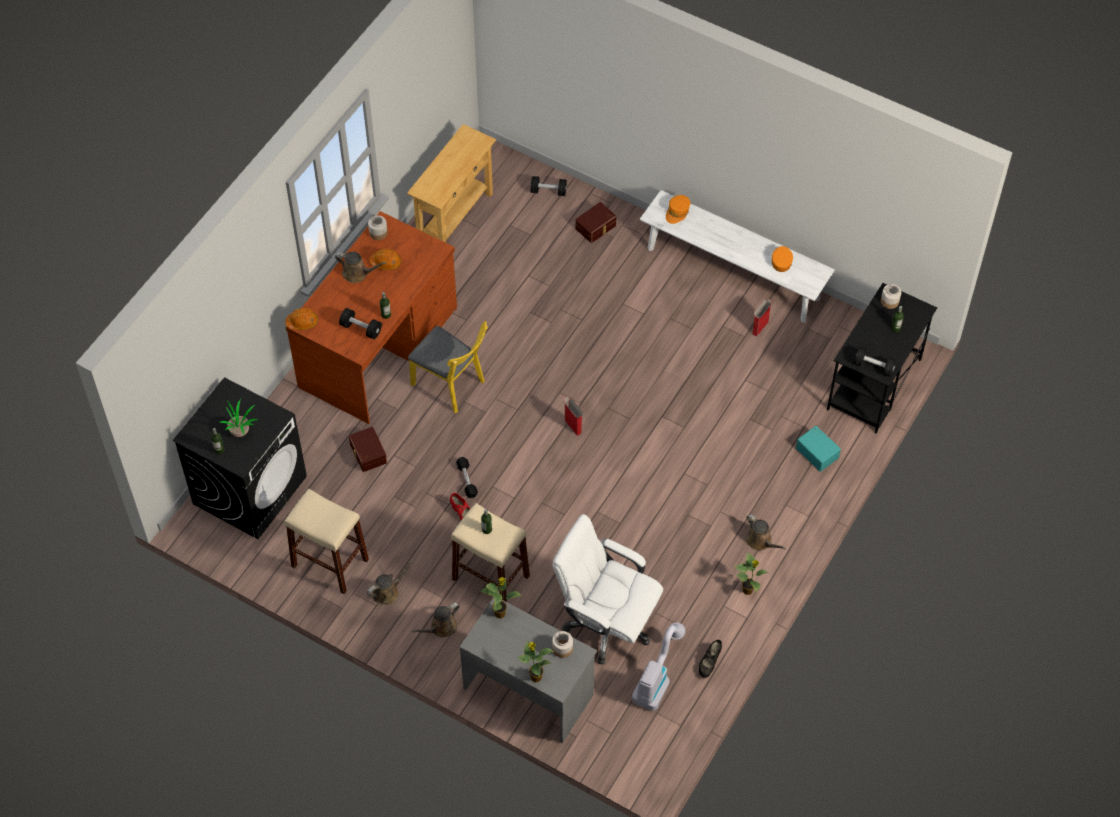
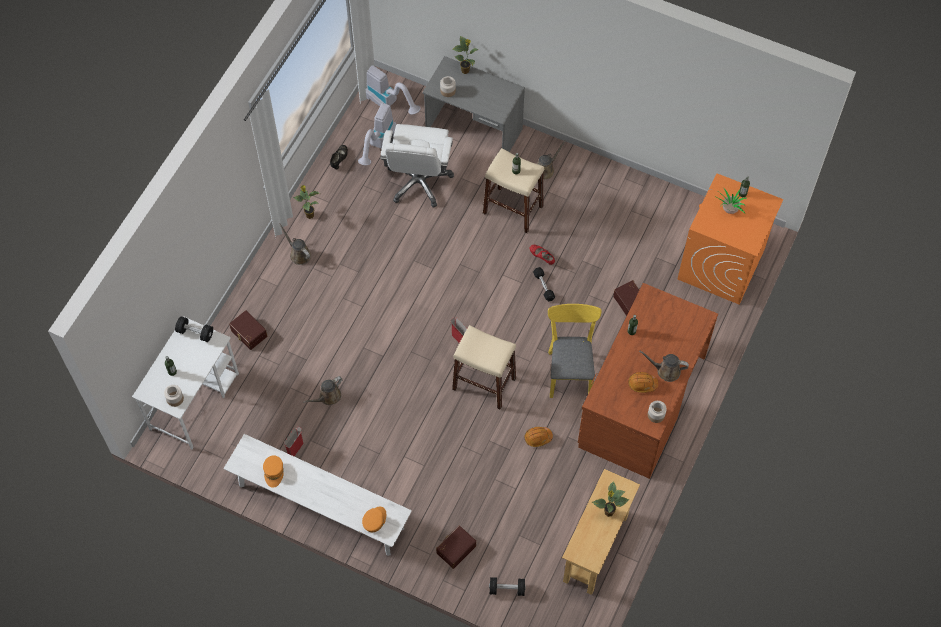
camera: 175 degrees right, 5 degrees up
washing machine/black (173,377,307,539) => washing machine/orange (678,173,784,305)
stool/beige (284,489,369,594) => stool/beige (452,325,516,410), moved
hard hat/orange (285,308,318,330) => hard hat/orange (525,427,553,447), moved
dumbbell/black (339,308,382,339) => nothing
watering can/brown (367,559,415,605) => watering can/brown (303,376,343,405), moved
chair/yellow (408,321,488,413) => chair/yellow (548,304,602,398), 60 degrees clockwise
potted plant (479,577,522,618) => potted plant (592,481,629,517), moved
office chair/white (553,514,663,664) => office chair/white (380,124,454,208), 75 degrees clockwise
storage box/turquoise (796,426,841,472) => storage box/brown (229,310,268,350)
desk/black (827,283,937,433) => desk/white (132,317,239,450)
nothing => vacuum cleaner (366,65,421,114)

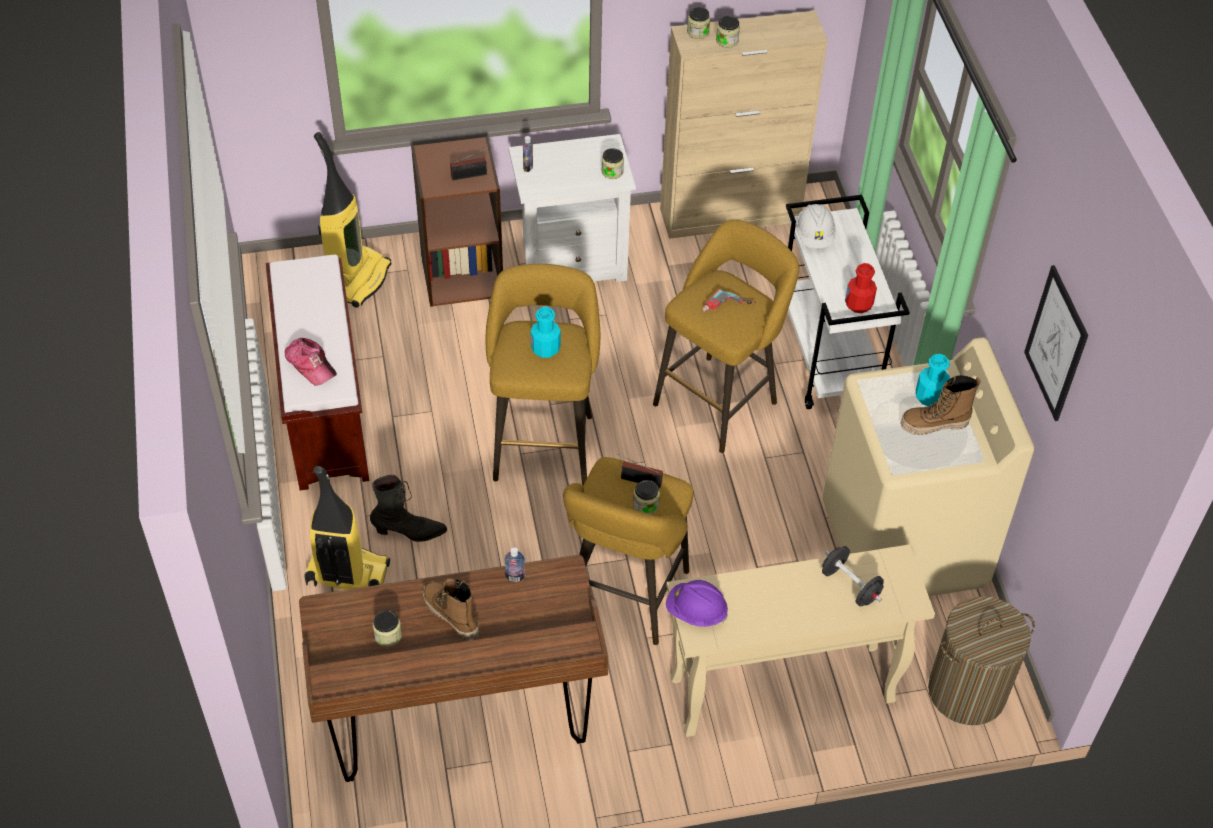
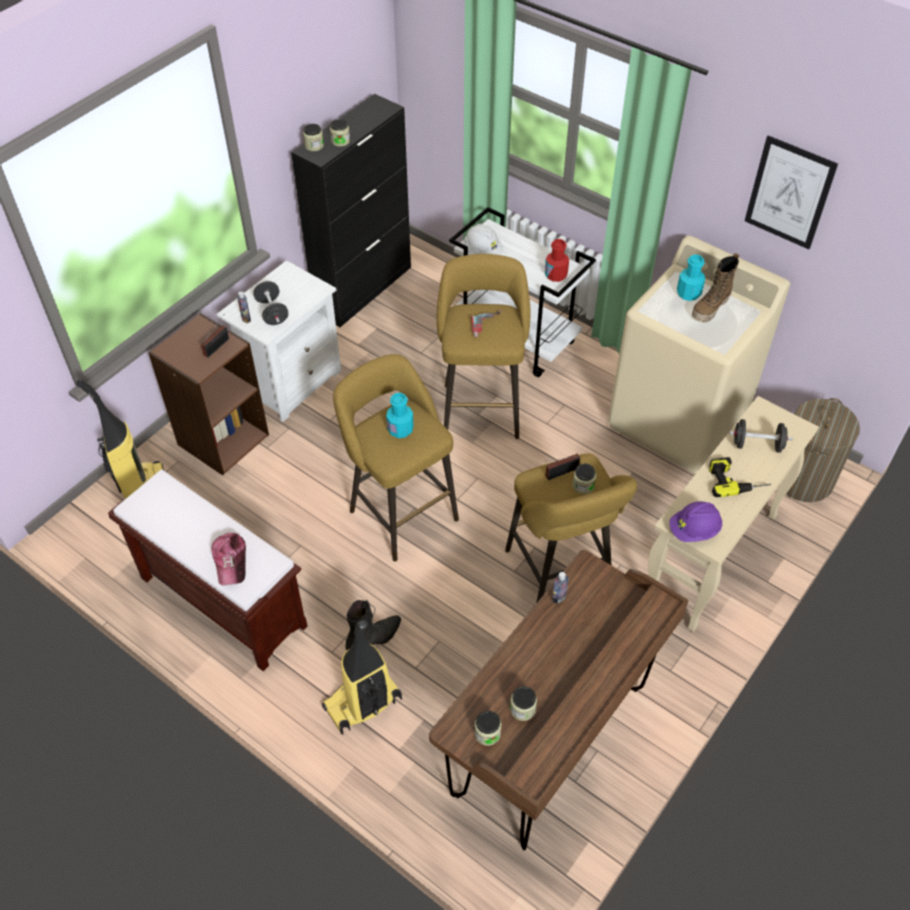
camera: 40 degrees left, 0 degrees up
cap (285,338,337,386) => cap (212,533,246,586), 75 degrees clockwise
boot (423,578,480,641) => nothing
jar (601,148,624,179) => jar (474,711,501,746), moved
cabinet/beige (660,11,828,239) => cabinet/black (291,94,411,327)
nothing => dumbbell/black (253,281,289,325)
nothing => power drill (709,457,771,497)

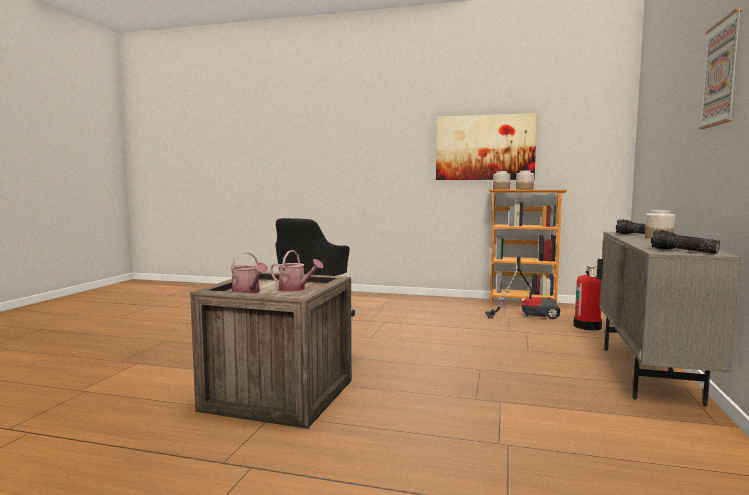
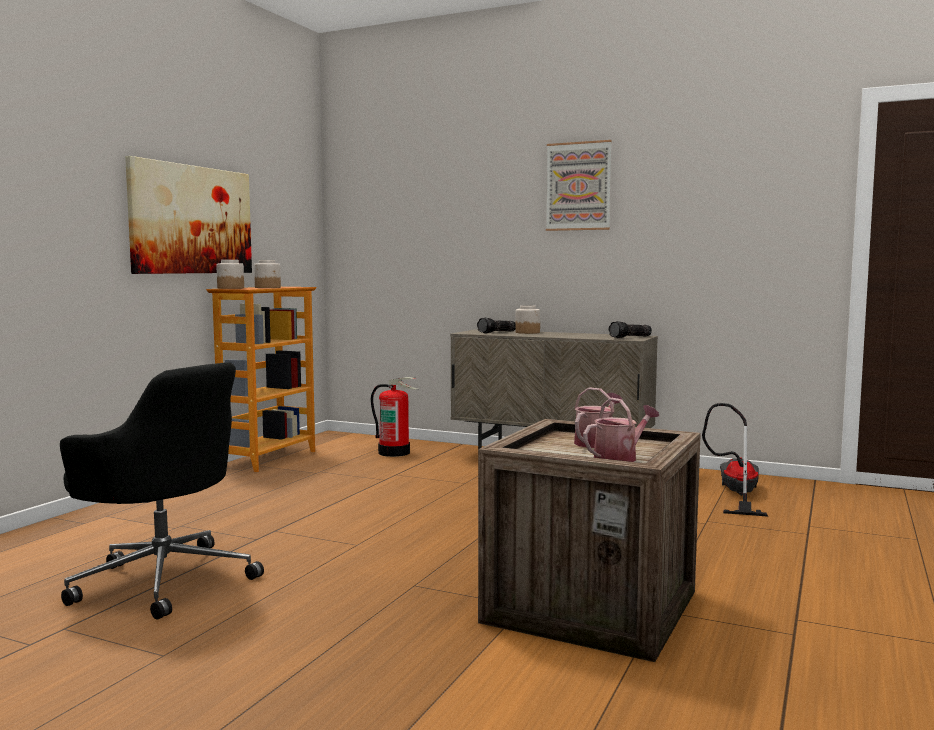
camera: 80 degrees left, 0 degrees up
vacuum cleaner (485,256,560,319) => vacuum cleaner (702,403,768,517), moved

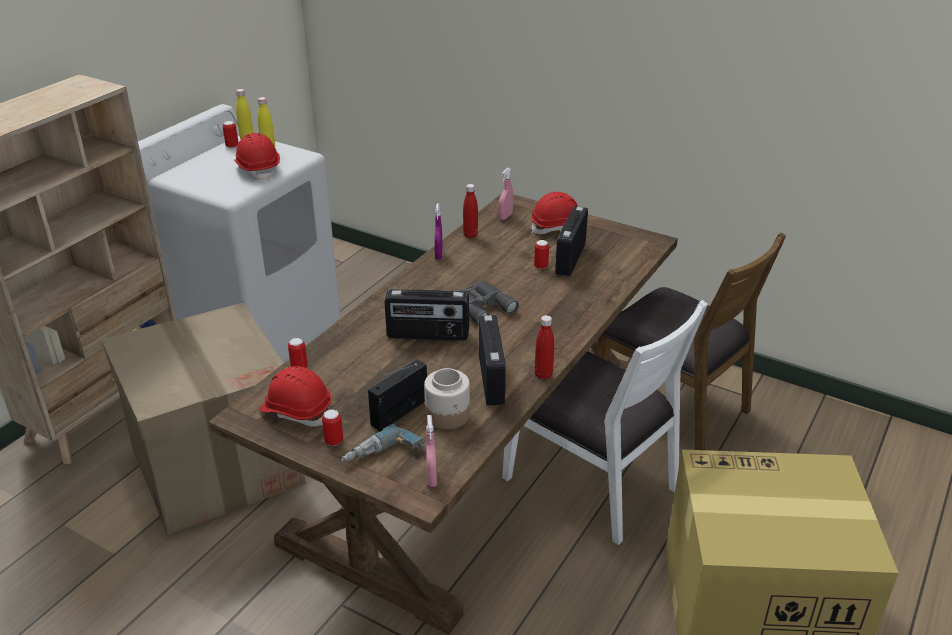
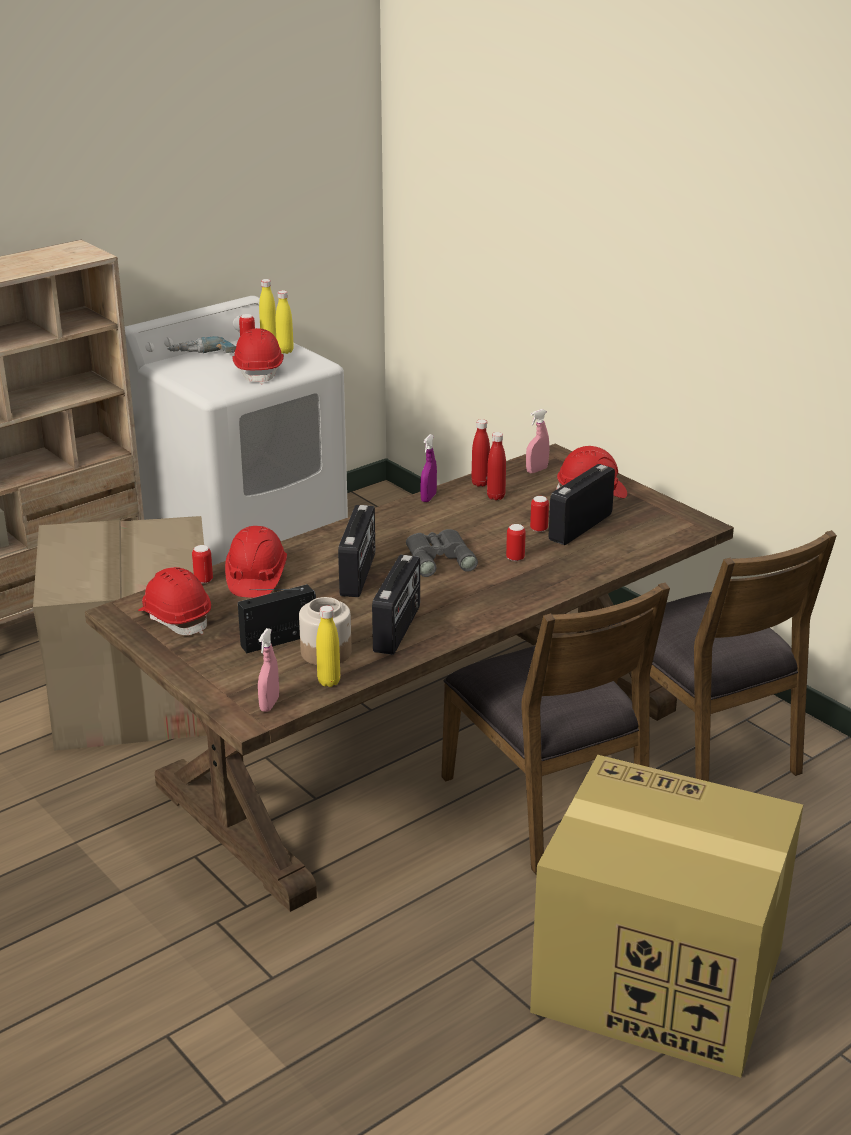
camera: 20 degrees right, 5 degrees down
can (322,410,343,446) => can (506,524,526,561), moved
power drill (341,424,424,462) => power drill (168,336,236,353), moved
radio (385,289,469,340) => radio (338,505,375,597), 105 degrees counterclockwise
chair/white (502,300,708,545) => chair/brown (441,582,670,875)
bottle/red (535,315,554,379) => bottle/red (487,432,506,500), moved
nothing => hard hat/red (225,526,287,598)
nothing => bottle/yellow (316,606,340,687)

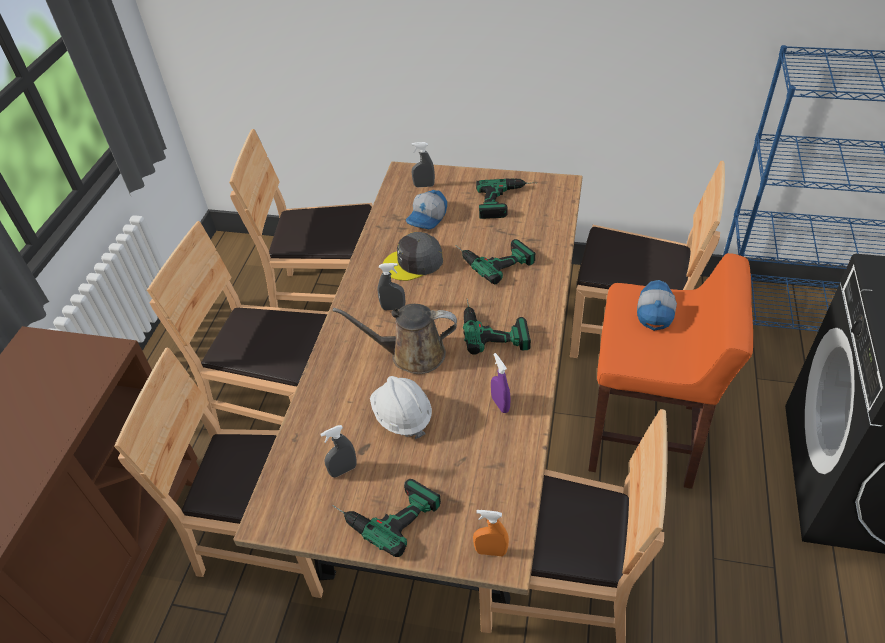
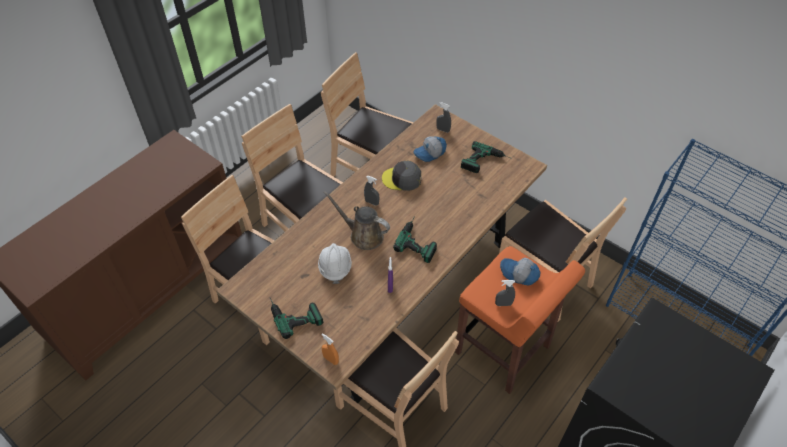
camera: 25 degrees right, 5 degrees up
spray bottle/grey (320,425,357,477) => spray bottle/grey (495,280,515,306), moved
power drill (455,239,535,284) => nothing
cap (637,280,677,331) => cap (500,257,540,285), 105 degrees counterclockwise

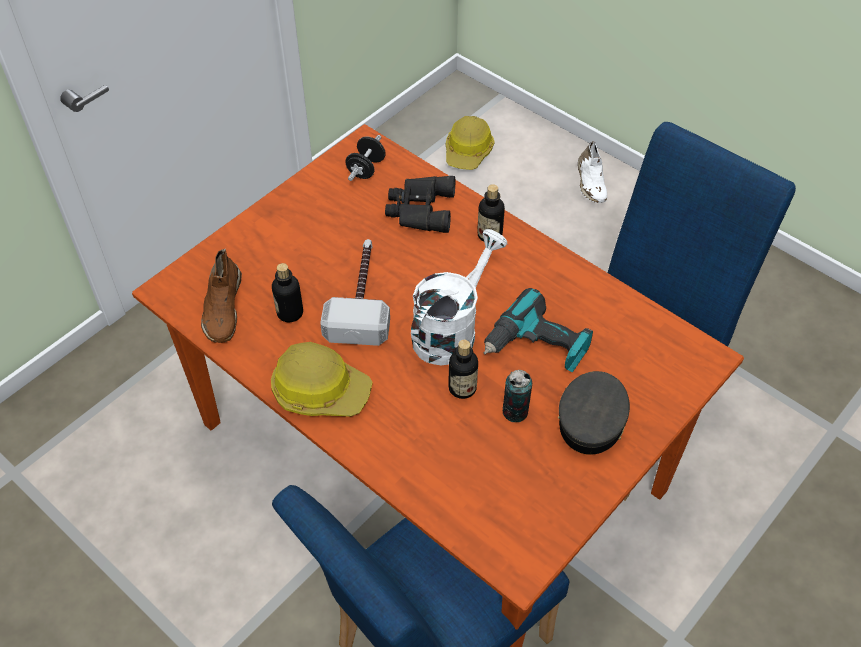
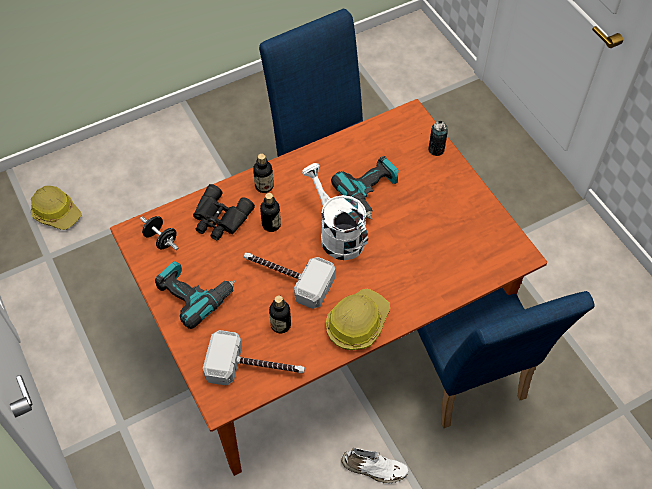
camera: 70 degrees left, 5 degrees up
shoe/brown (201,249,242,343) => hammer (203,330,305,385)
bottle (448,340,478,399) => bottle (260,193,281,232), moved
can (502,370,532,422) => can (428,121,448,156), moved
cap/grey (558,371,630,455) => nothing
shoe/white (578,141,607,203) => shoe/white (341,448,408,484), moved
nothing => power drill (155,261,236,329)

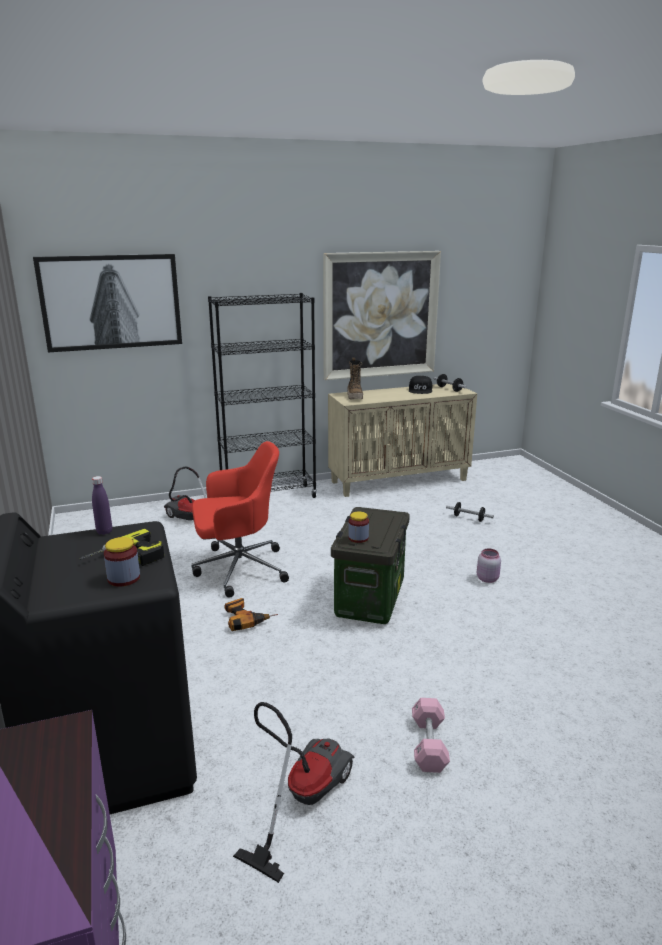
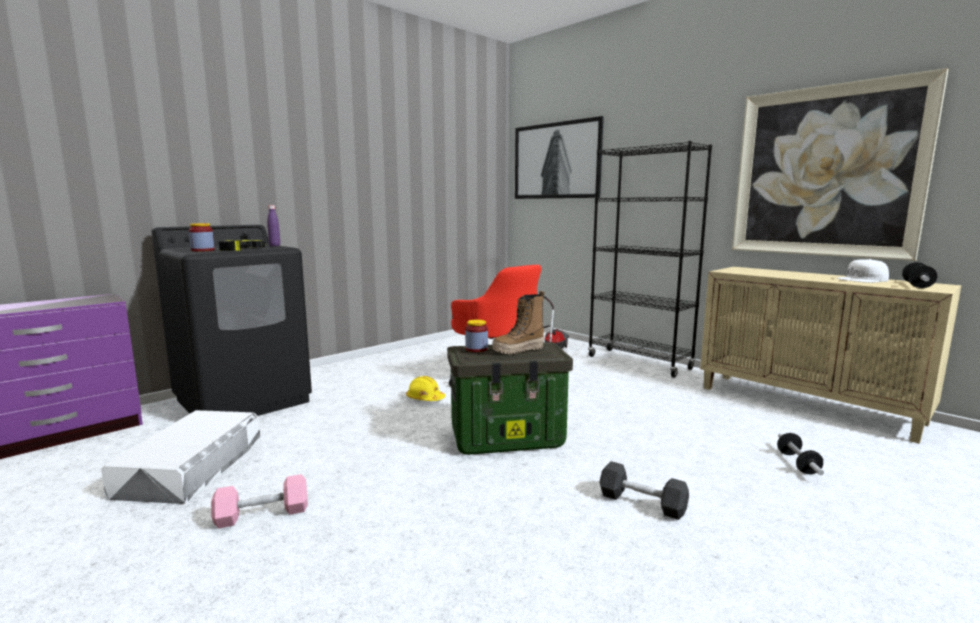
camera: 65 degrees right, 10 degrees down
power drill (225,598,278,631) => hard hat/yellow (406,376,445,401)
vacuum cleaner (233,702,355,883) => storage box/white (101,410,261,504)
boot (347,358,363,399) => boot (493,291,545,354), moved
cap/black (409,376,432,394) => cap/white (837,259,889,283)
jar/pink (477,549,501,583) => dumbbell/black (599,461,689,520)

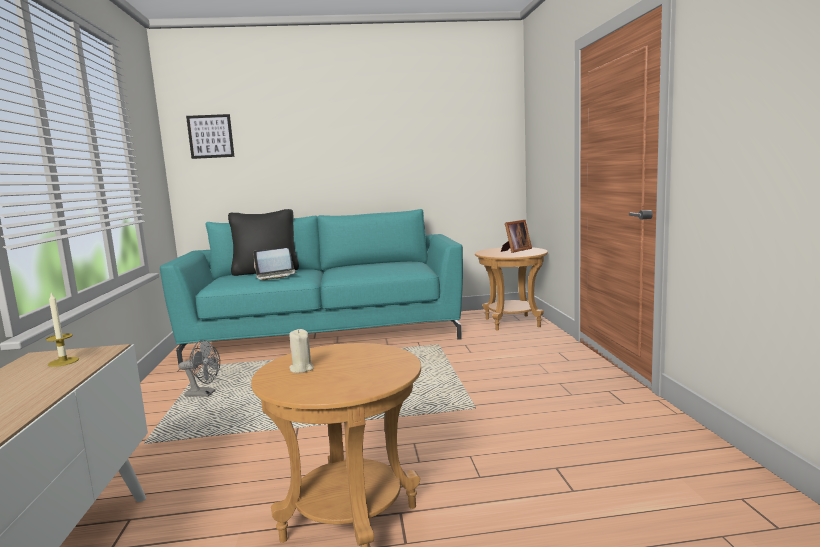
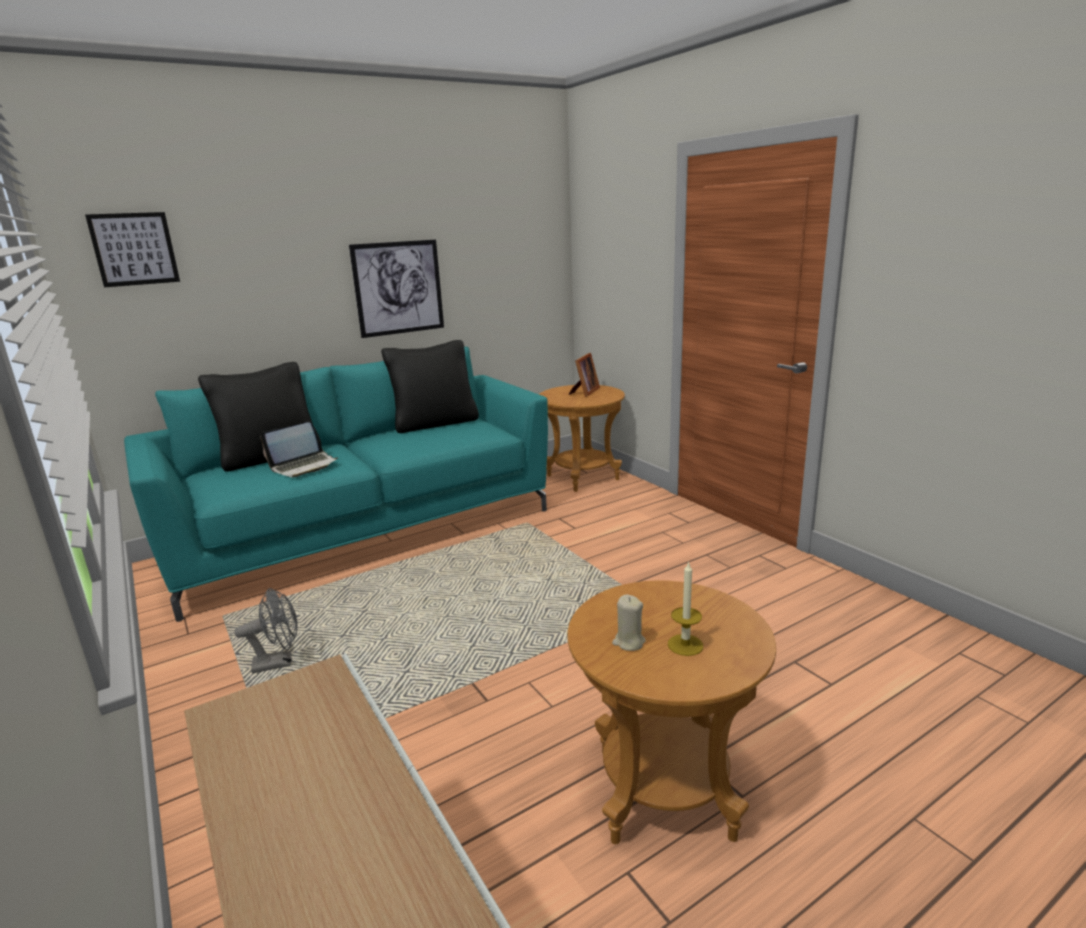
camera: 25 degrees left, 10 degrees up
candle (46,293,79,367) => candle (668,561,703,656), moved
nothing => picture (349,240,444,338)
nothing => pillow/black (381,340,479,433)

